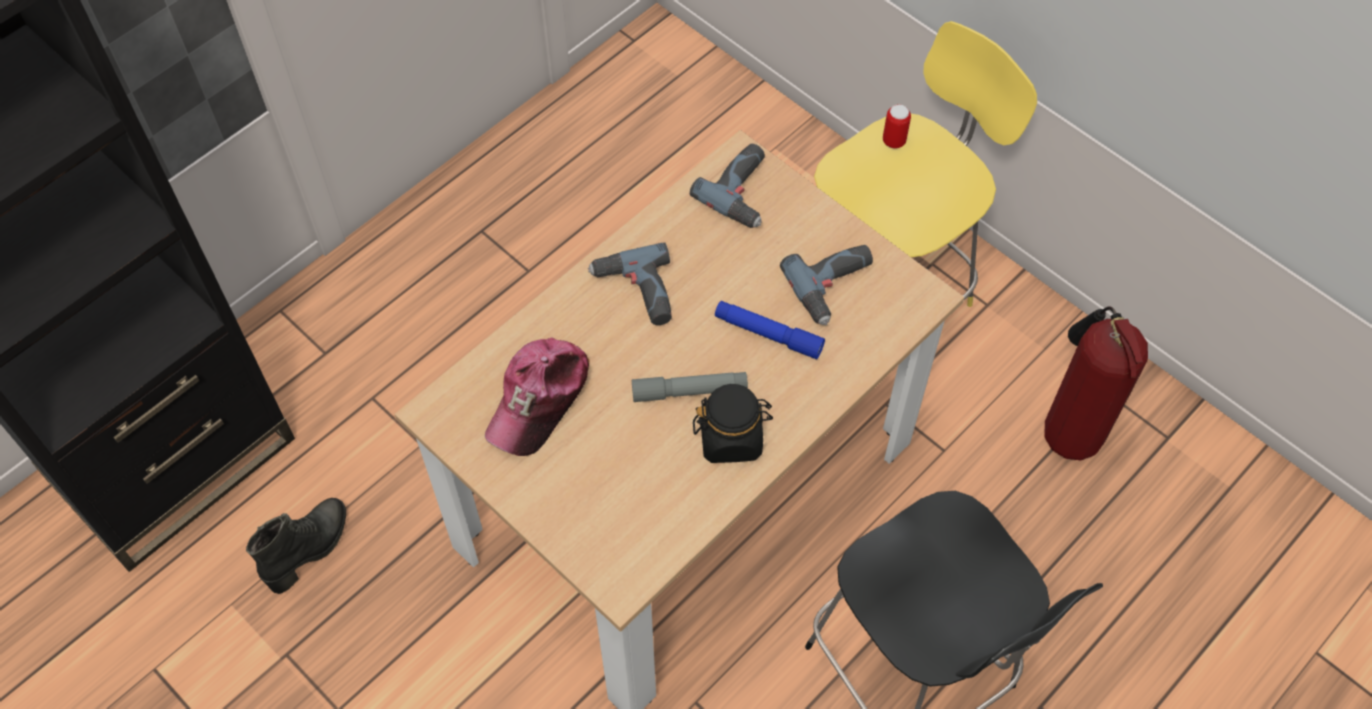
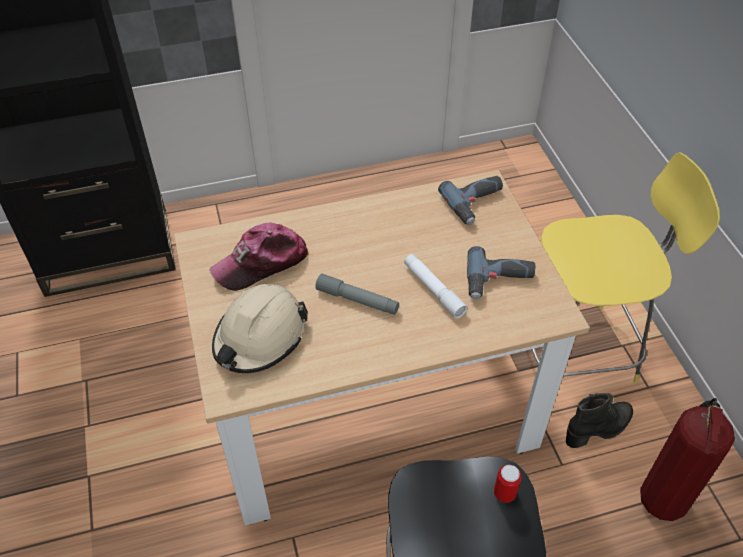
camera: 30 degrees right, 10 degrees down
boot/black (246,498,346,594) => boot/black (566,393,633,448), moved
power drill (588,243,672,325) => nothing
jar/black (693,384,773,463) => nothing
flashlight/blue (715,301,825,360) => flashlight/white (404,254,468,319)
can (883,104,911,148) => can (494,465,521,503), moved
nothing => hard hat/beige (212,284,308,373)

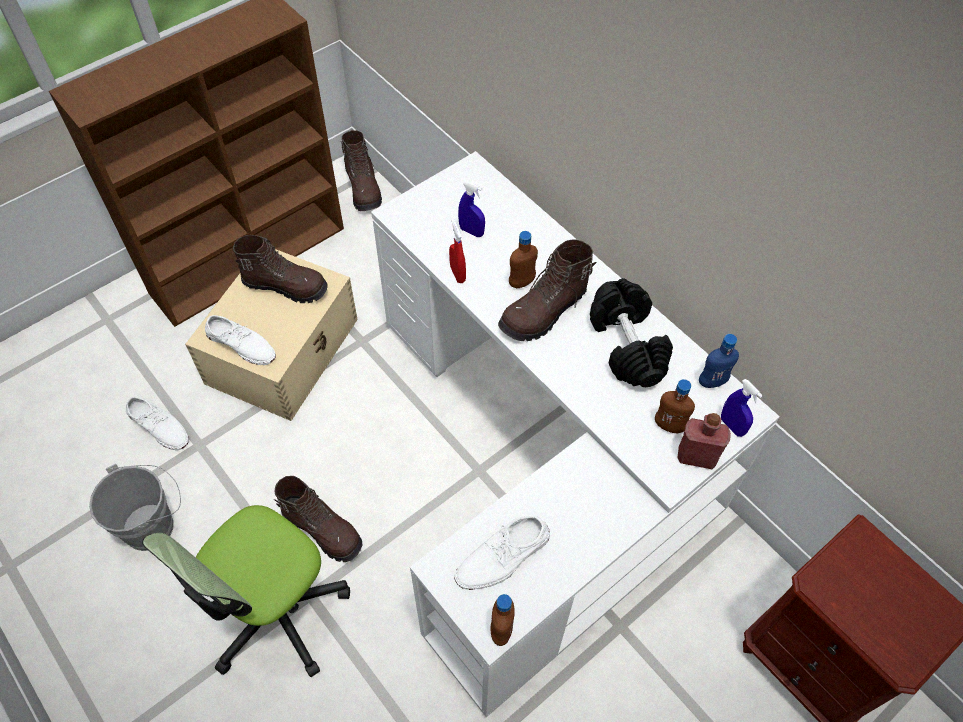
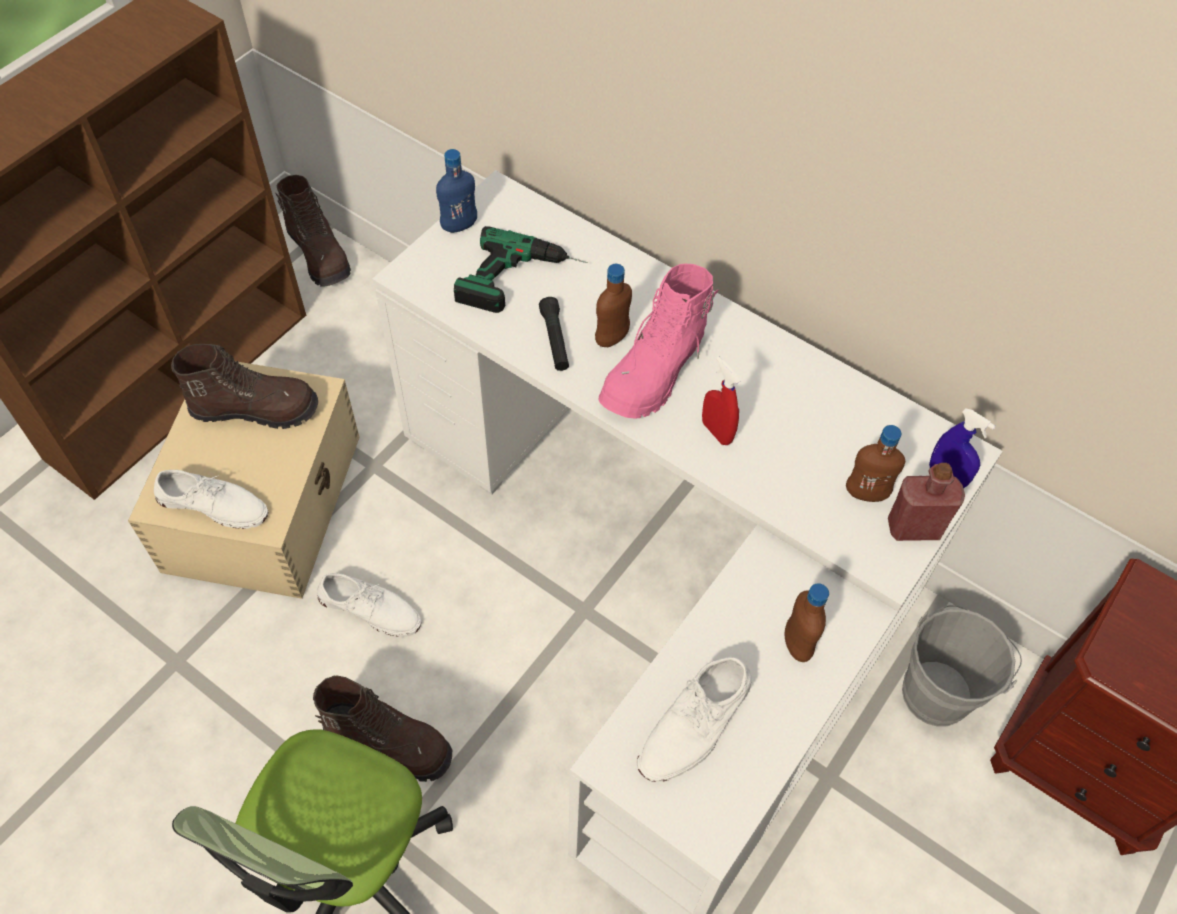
camera: 15 degrees left, 0 degrees up
bucket/grey (89,464,181,551) => bucket/grey (902,605,1022,727), moved
shoe/white (126,397,189,451) => shoe/white (317,573,421,637), moved
spray bottle/red (449,219,466,283) => spray bottle/red (702,357,740,445), moved
spray bottle/blue (458,181,485,237) => power drill (454,226,588,313)
bottle/brown (491,594,515,646) => bottle/brown (785,583,829,662), moved
boot/brown (498,239,596,341) => boot/pink (599,264,718,419)
dumbbell/black (590,278,673,387) => nothing
bottle/blue (699,334,739,388) => bottle/blue (436,149,477,233), moved
nothing => flashlight/black (539,297,569,371)

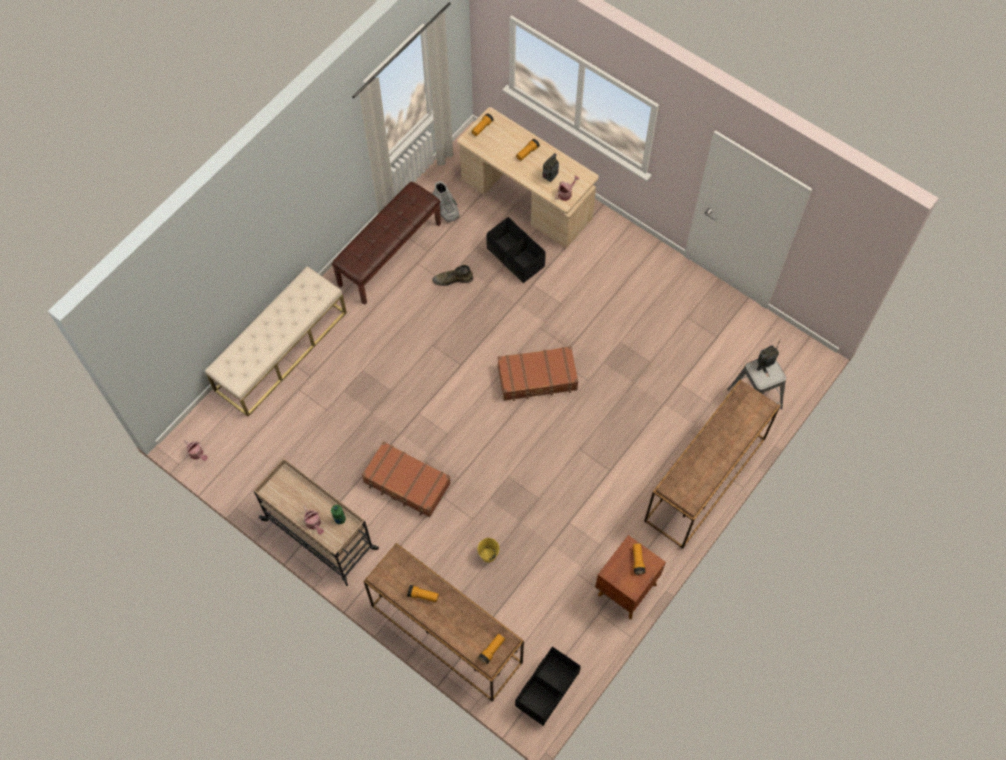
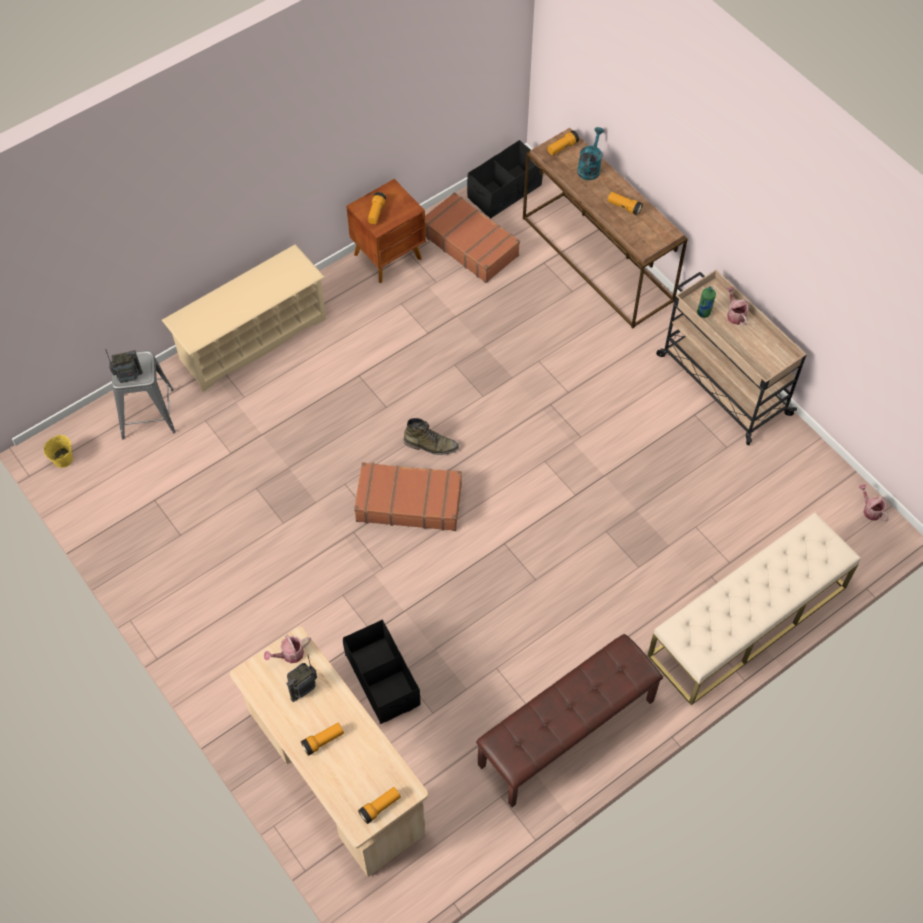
camera: 165 degrees left, 5 degrees down
suitcase/brown (362,441,451,518) => suitcase/brown (425,192,520,283), moved
boot/green (432,265,473,286) => boot/green (403,418,459,455), moved
boot/grey (433,181,460,223) => nothing
bucket/yellow (477,538,499,563) => bucket/yellow (44,435,73,468), moved
console table/brown (644,380,780,549) => shoe rack/beige (162,244,326,392)
nothing => watering can/turquoise (577,127,604,180)

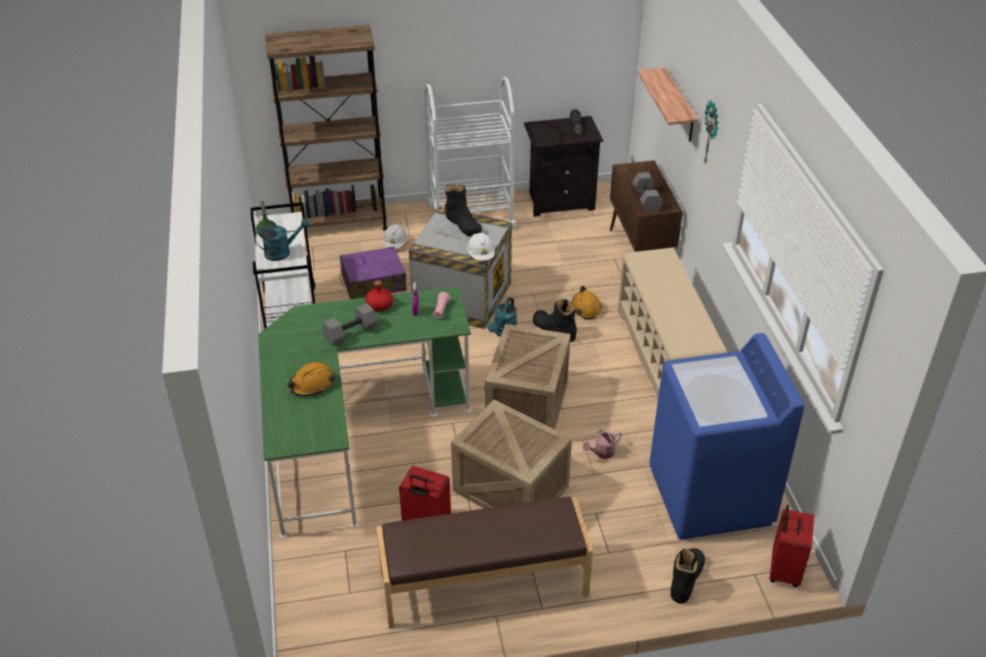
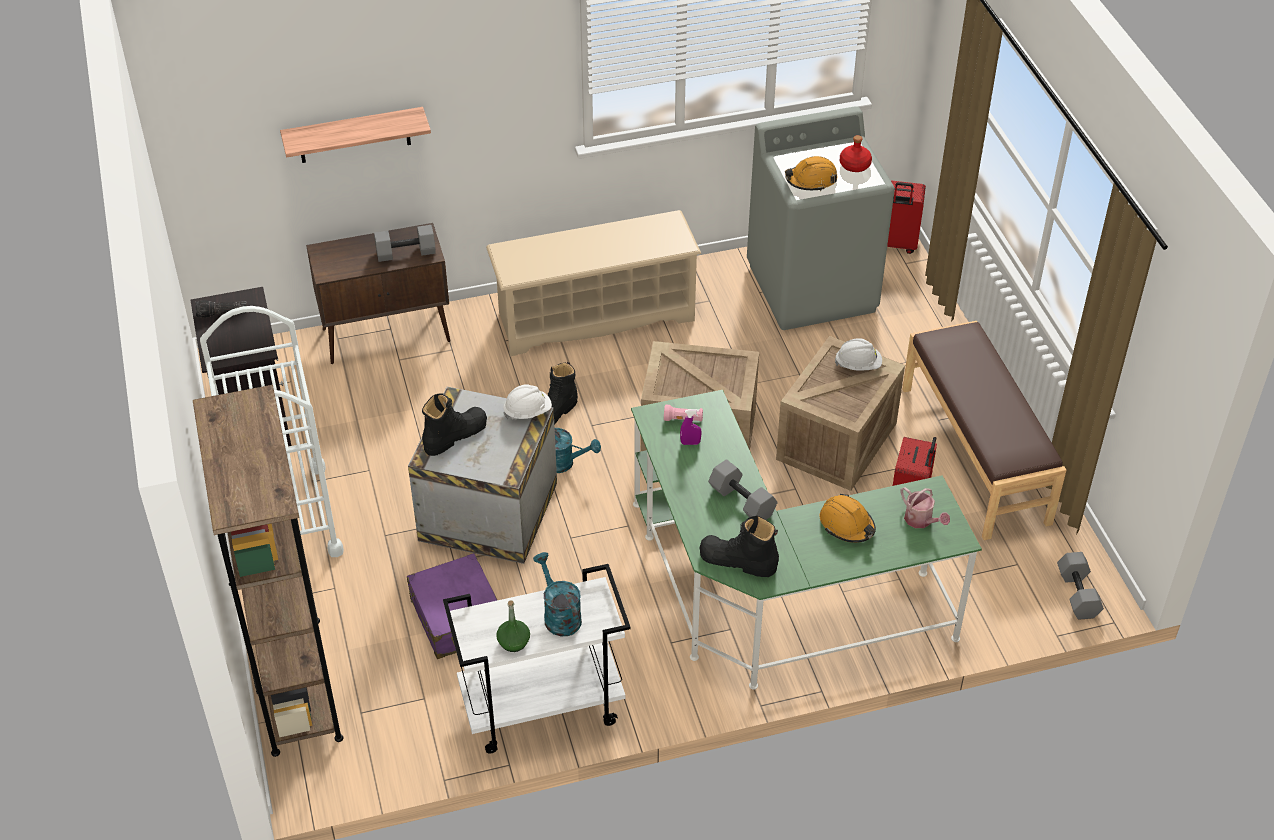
camera: 95 degrees left, 5 degrees up
bottle/red (365,280,393,311) => bottle/red (840,135,872,172), moved
hard hat/white (383,224,407,249) => hard hat/white (835,338,882,371), moved
hard hat/orange (571,286,602,320) => hard hat/orange (785,156,837,191), moved
watering can (582,428,622,459) => watering can (900,487,950,528), moved
washing machine/blue (649,333,805,540) => washing machine/grey (747,106,895,330)
boot/black (670,548,705,604) => boot/black (699,516,779,577), moved
wall clock (704,100,719,163) => nothing
nothing => dumbbell/grey (1057,552,1104,620)

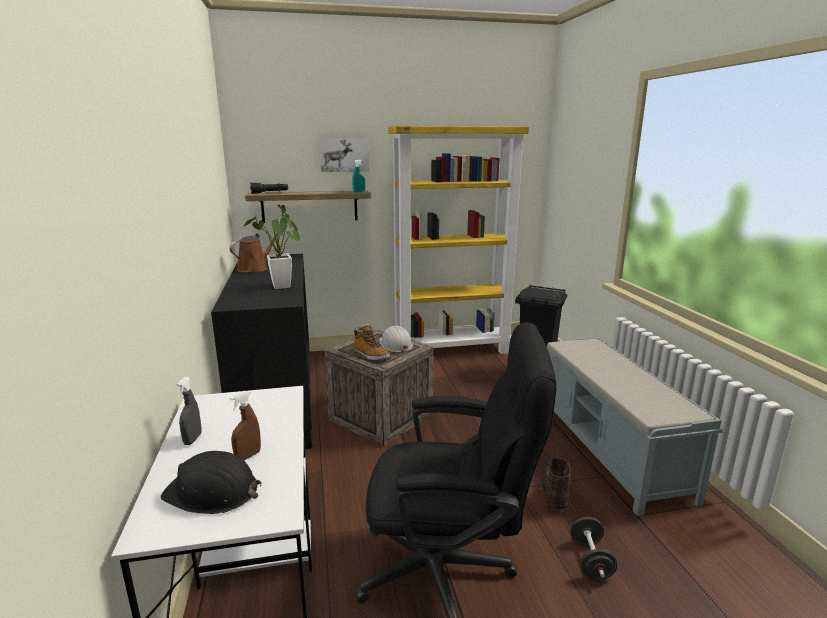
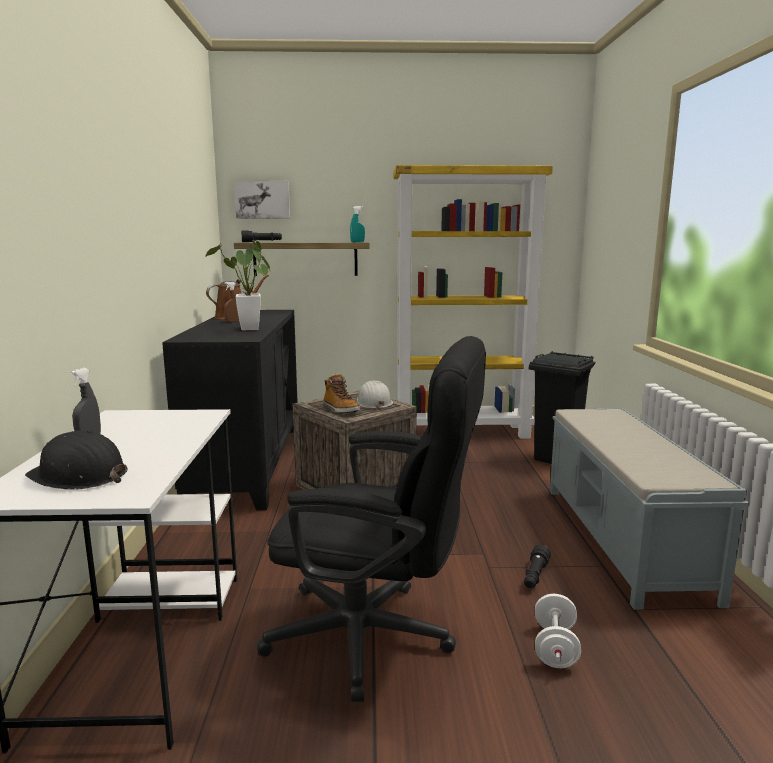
camera: 10 degrees right, 5 degrees down
spray bottle/brown (230,391,261,461) => spray bottle/brown (224,282,239,322), moved
picture (319,137,369,172) => picture (234,181,290,219), moved
boot/brown (540,458,571,511) => flashlight/black (524,545,551,588)
dumbbell/black (570,517,617,580) => dumbbell/white (535,594,581,668)

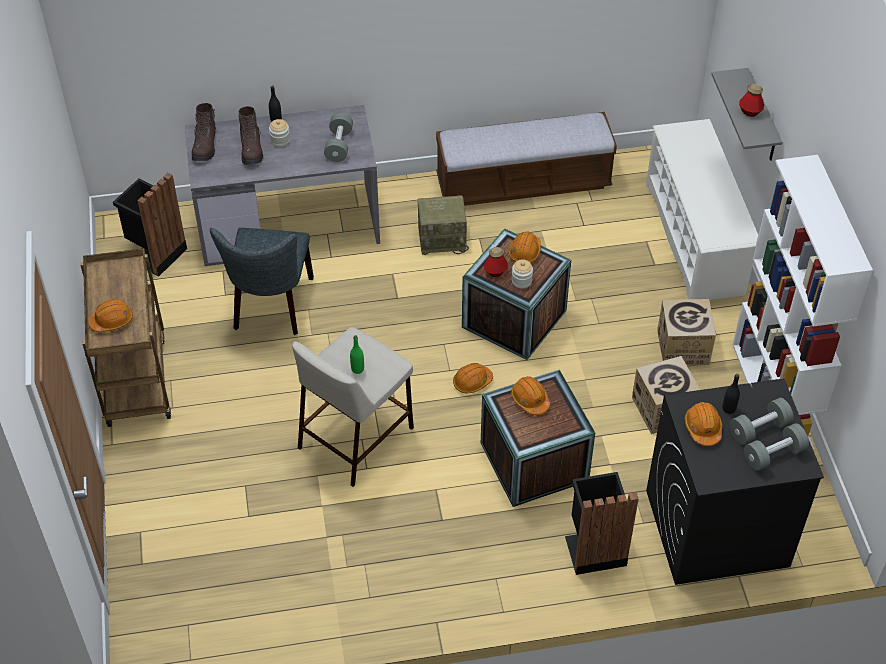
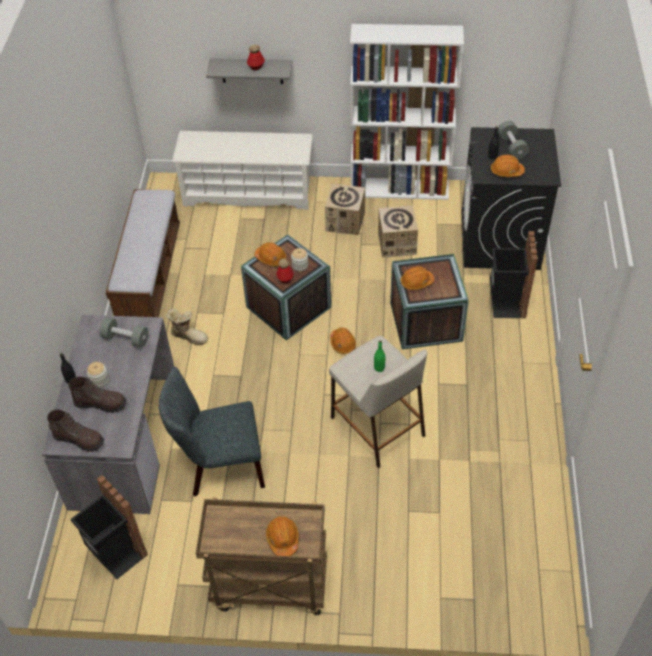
camera: 75 degrees left, 0 degrees up
chair/grey (210,228,314,335) => chair/grey (159,367,265,497), 150 degrees clockwise
radio (418,195,469,255) => boot (166,309,208,345)
dumbbell/grey (744,423,809,471) => nothing

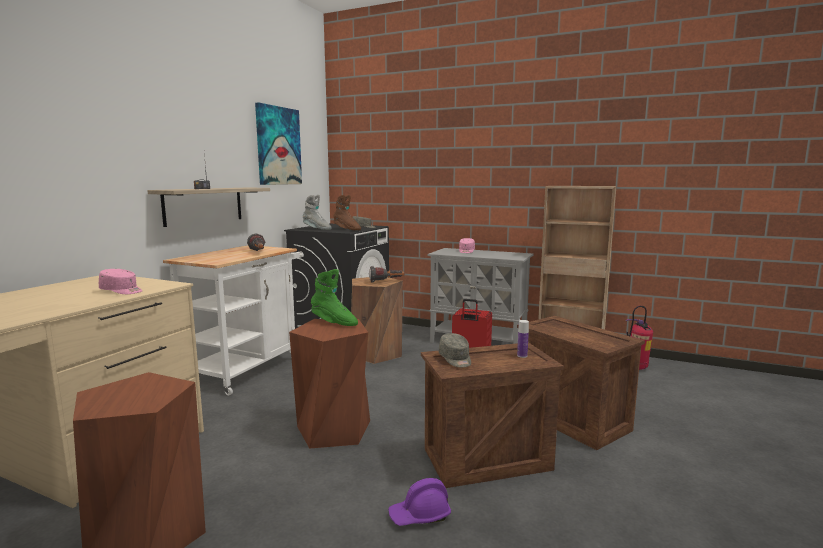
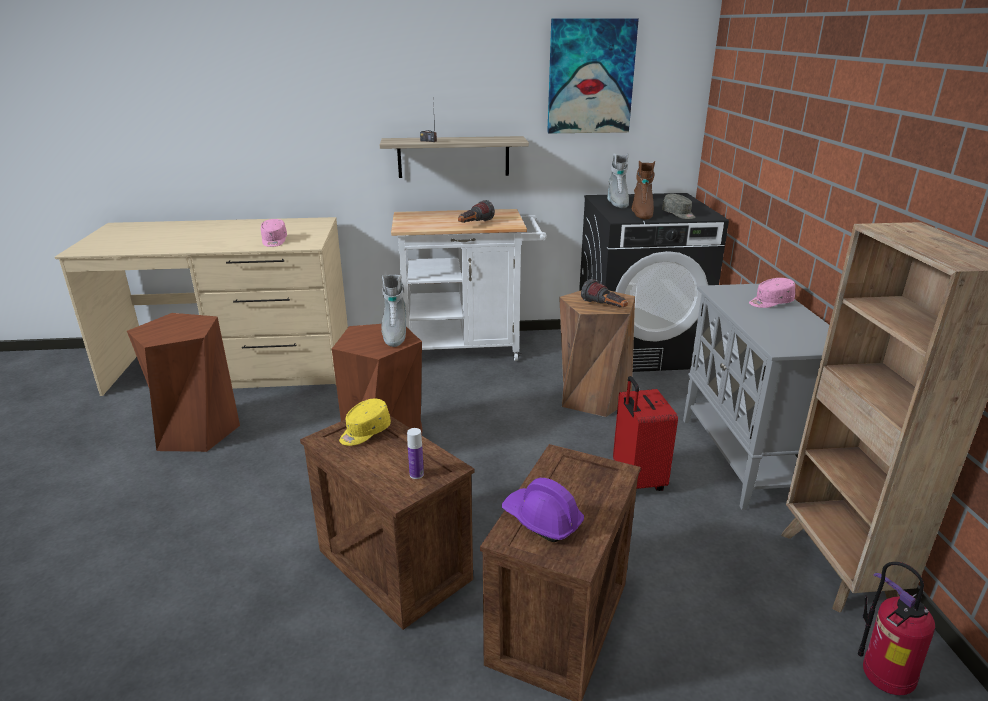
camera: 60 degrees right, 15 degrees up
boot/green (311,269,358,326) => boot/grey (382,275,406,347)
hard hat/purple (388,478,451,526) => hard hat/purple (502,478,584,542), moved
cap/grey (439,333,471,367) => cap/yellow (339,399,391,446)

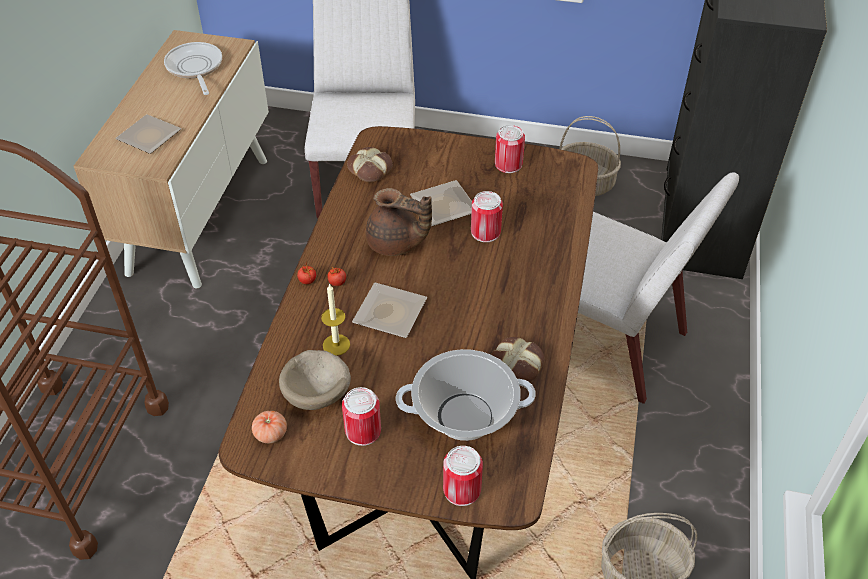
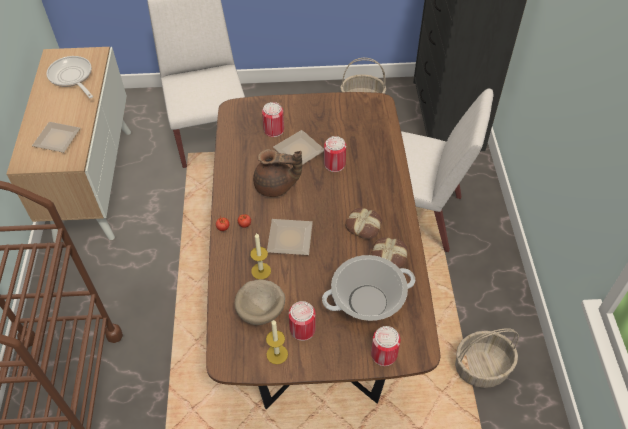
camera: 15 degrees left, 5 degrees up
tomato (252,411,287,443) => nothing
bread (347,147,392,182) => bread (345,208,382,239), moved
can (495,125,525,173) => can (262,102,284,137), moved
nothing => candle (266,320,288,364)

